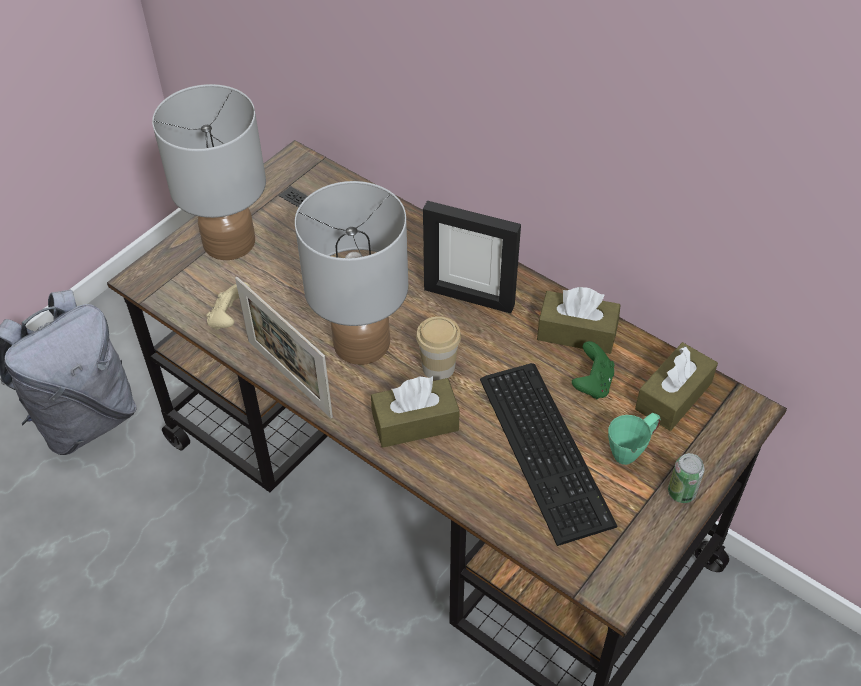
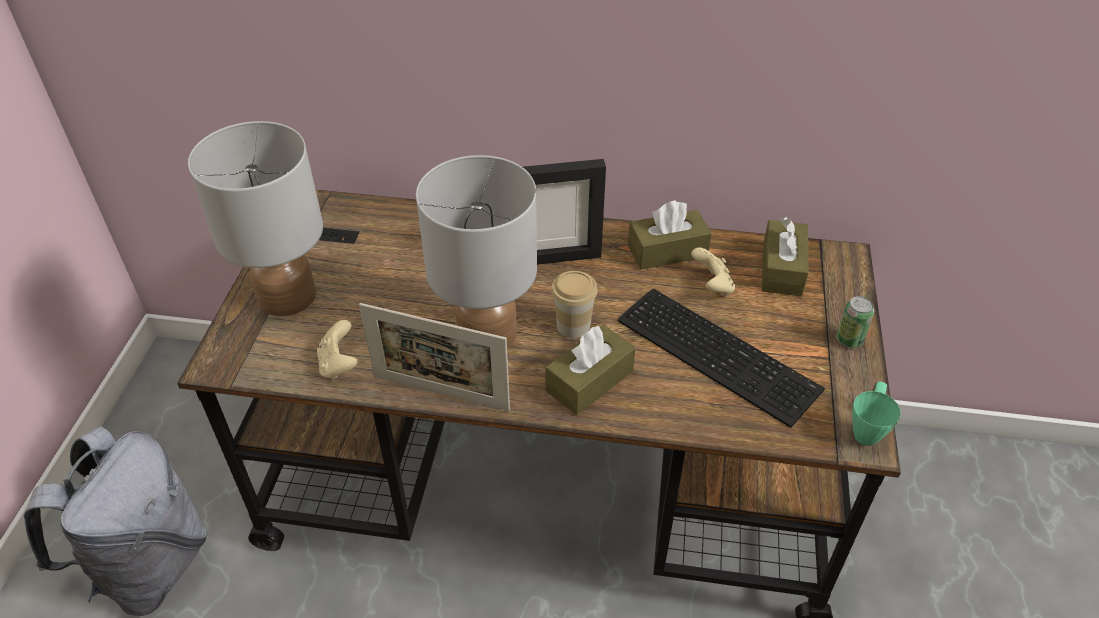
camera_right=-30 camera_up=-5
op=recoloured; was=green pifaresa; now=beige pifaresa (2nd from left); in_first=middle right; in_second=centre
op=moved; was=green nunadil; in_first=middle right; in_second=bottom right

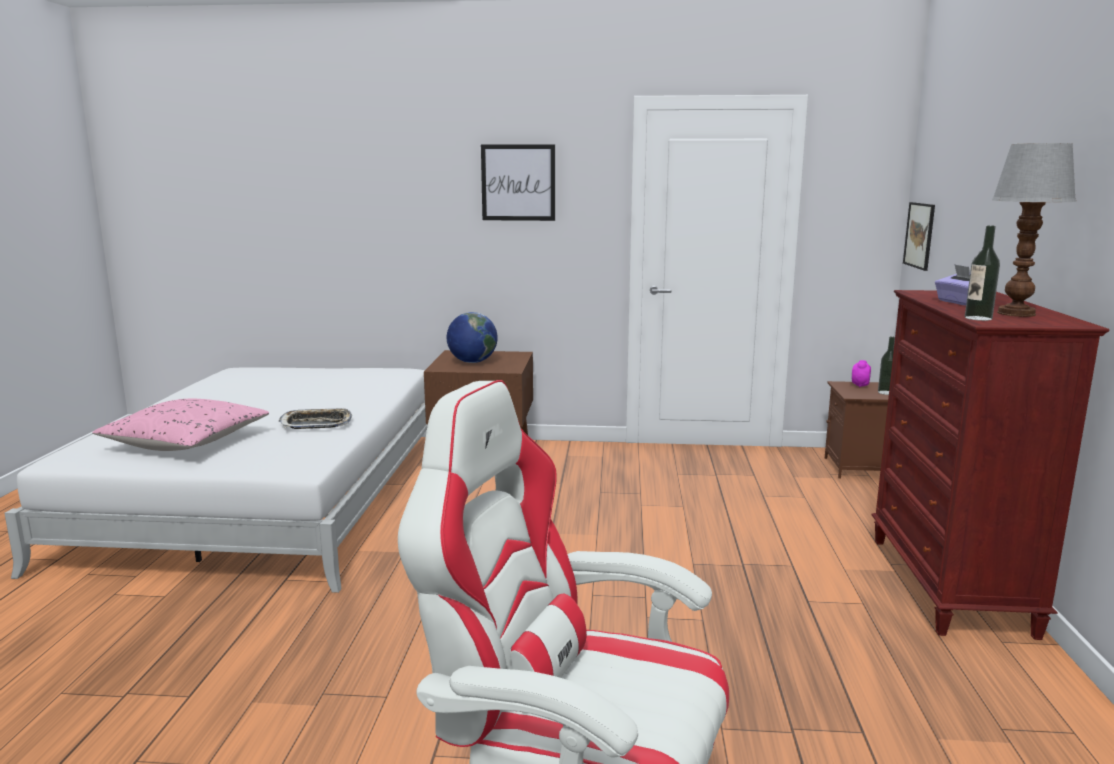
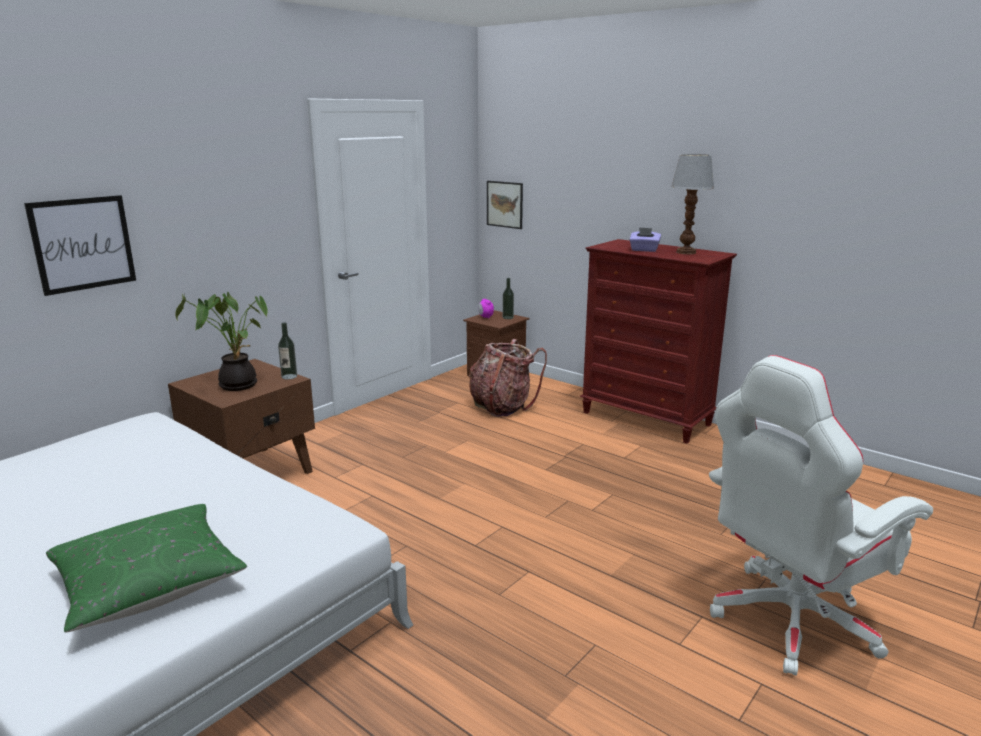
camera_right=-55 camera_up=5
op=recoloured; was=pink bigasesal; now=green bigasesal; in_first=middle left; in_second=bottom left
op=removed; was=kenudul; in_first=middle left
op=replaced; was=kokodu; now=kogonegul; in_first=centre; in_second=middle left
op=moved; was=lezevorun (1st from left); in_first=top centre; in_second=top left
op=moved; was=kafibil (2nd from left in the first image); now=kafibil (1st from left); in_first=middle right; in_second=middle left
op=added; now=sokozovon; in_second=centre

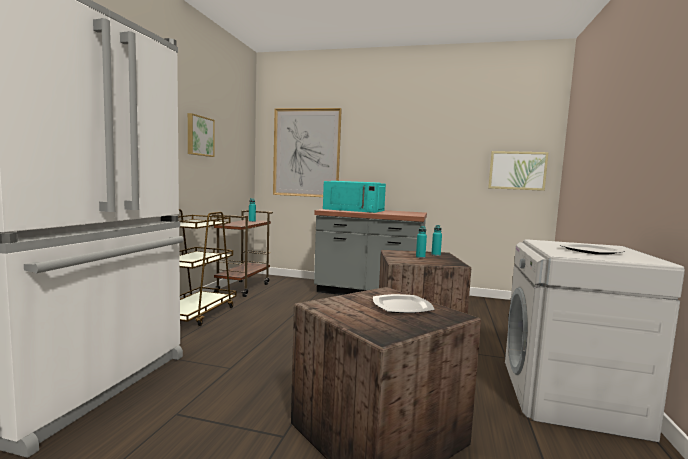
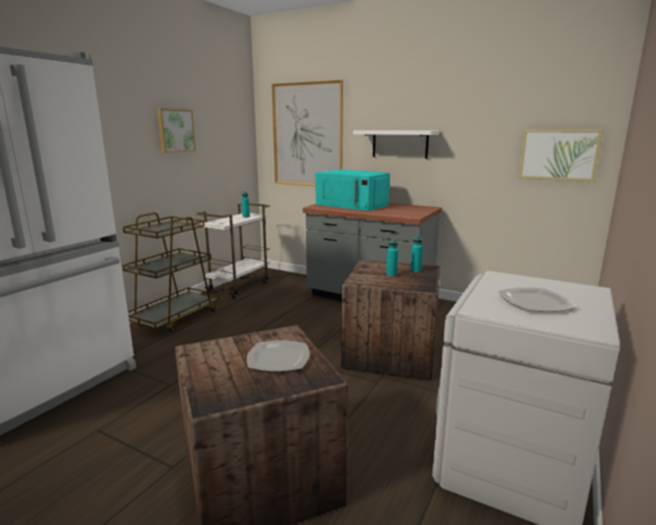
camera_right=15 camera_up=10
op=recoloured; was=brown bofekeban (2nd from left); now=white bofekeban; in_first=centre; in_second=centre
op=added; now=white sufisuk; in_second=top centre

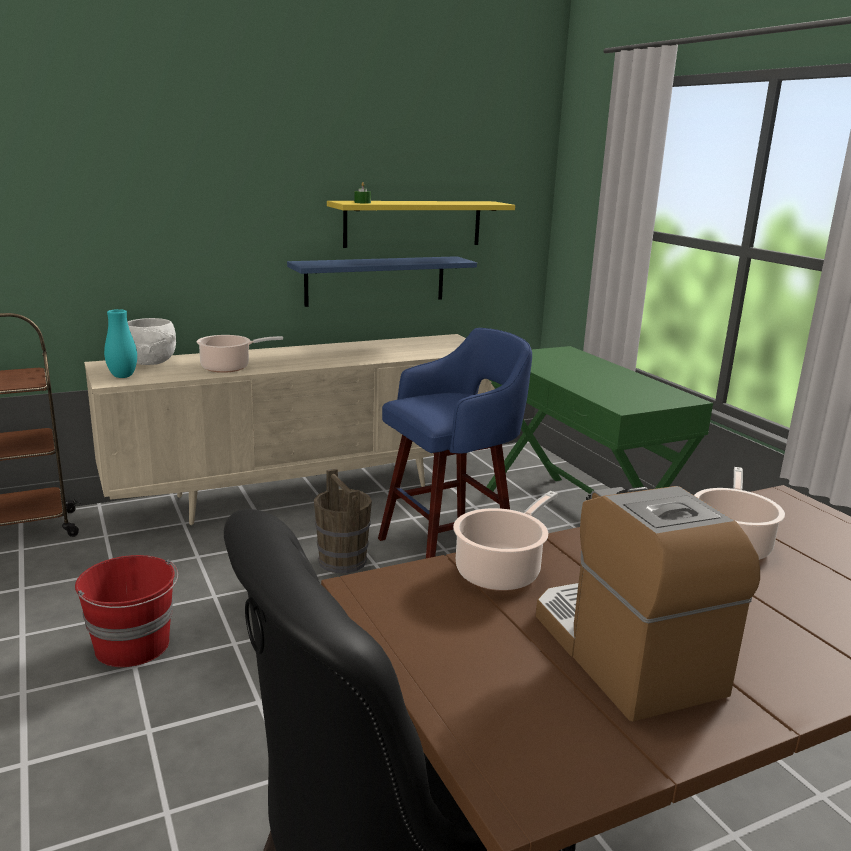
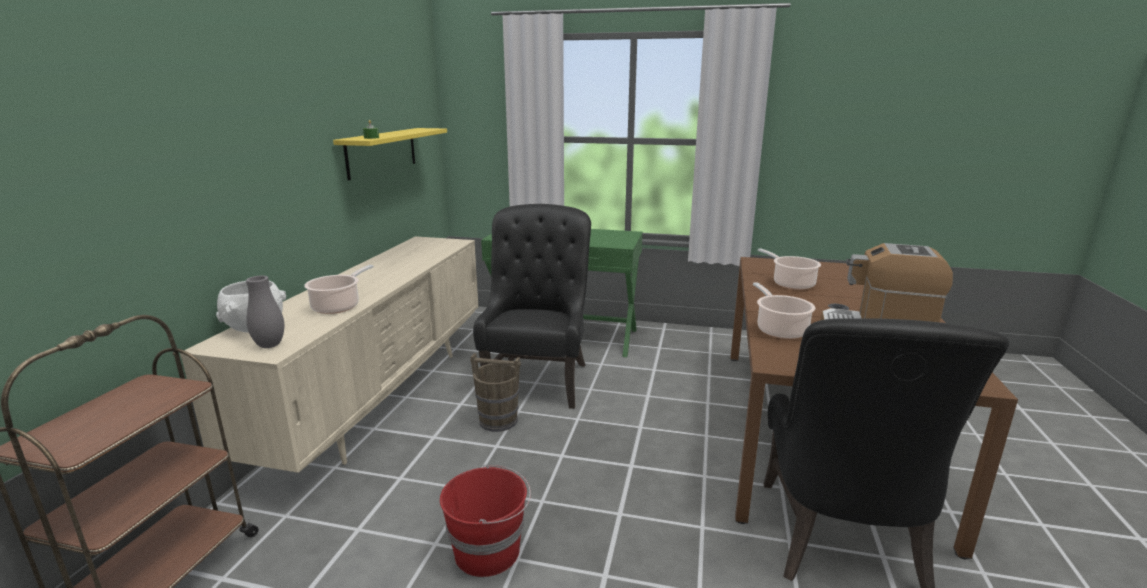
camera_right=-50 camera_up=0
op=recoloured; was=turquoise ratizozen; now=grey ratizozen; in_first=middle left; in_second=middle left
op=removed; was=blue sufisuk; in_first=top centre
op=replaced; was=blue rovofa; now=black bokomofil (1st from left); in_first=centre; in_second=centre

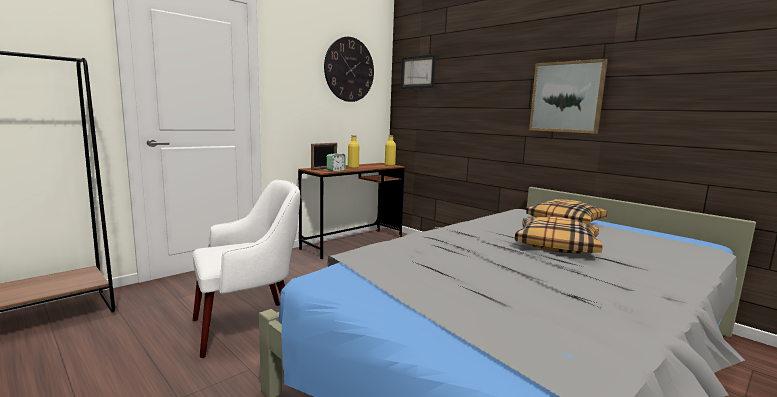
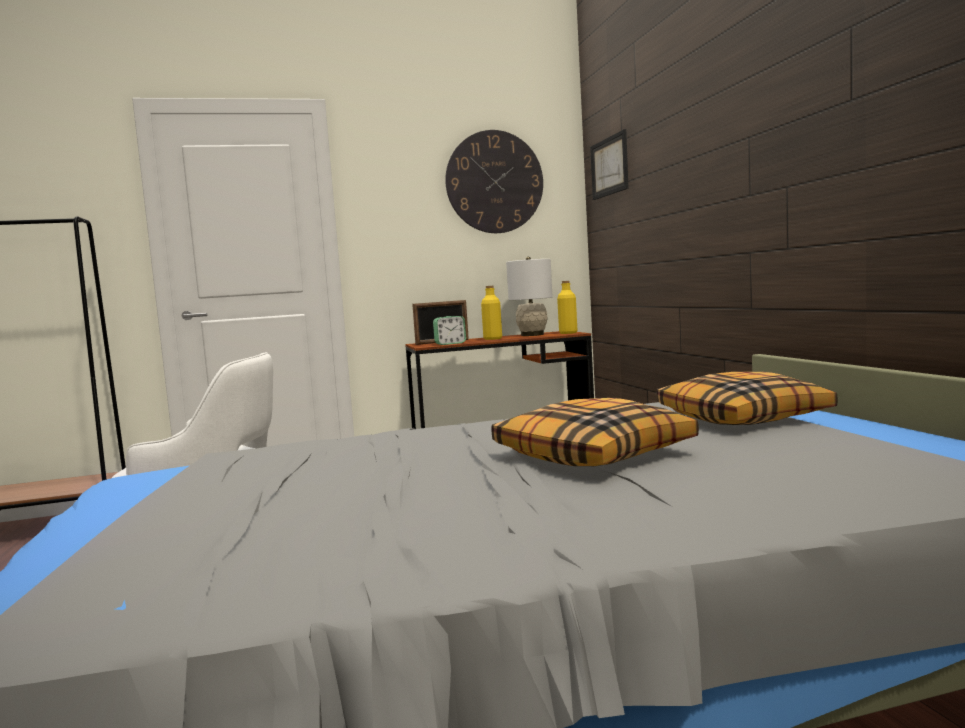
camera_right=30 camera_up=-5
op=removed; was=lezevorun (2nd from left); in_first=top right
op=added; now=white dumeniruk; in_second=centre

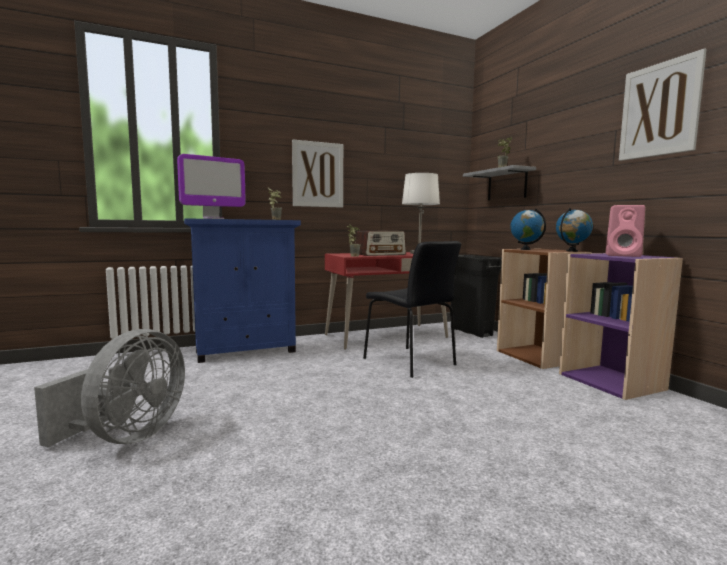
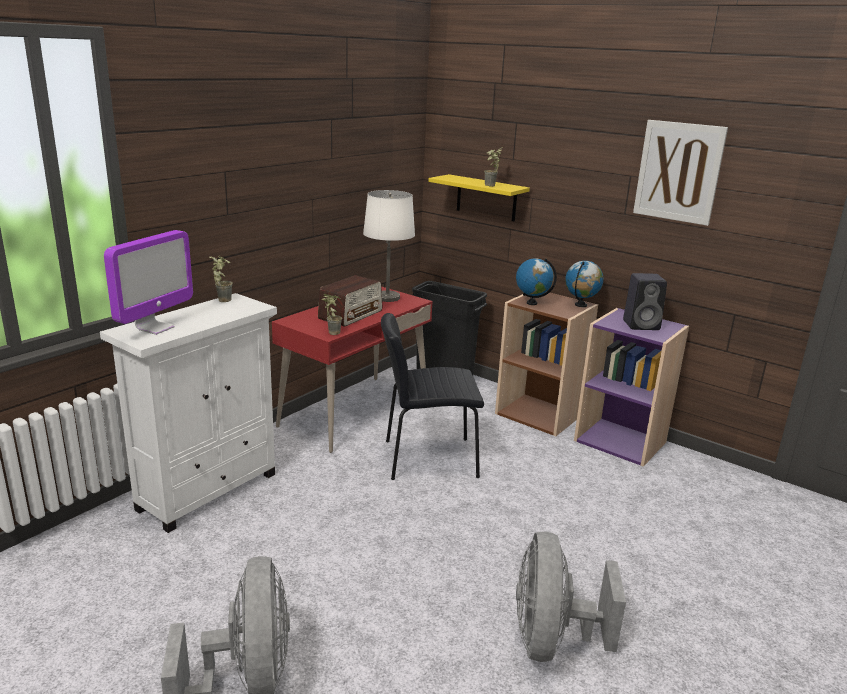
camera_right=-30 camera_up=15
op=recoloured; was=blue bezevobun; now=white bezevobun; in_first=middle left; in_second=middle left
op=removed; was=lezevorun (1st from left); in_first=top centre
op=turned; was=black bokomofil; in_first=centre; in_second=centre; clockwise=150
op=recoloured; was=grey sufisuk; now=yellow sufisuk; in_first=top right; in_second=top centre
op=recoloured; was=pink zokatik; now=black zokatik; in_first=middle right; in_second=middle right
op=added; now=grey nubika (2nd from left); in_second=bottom right

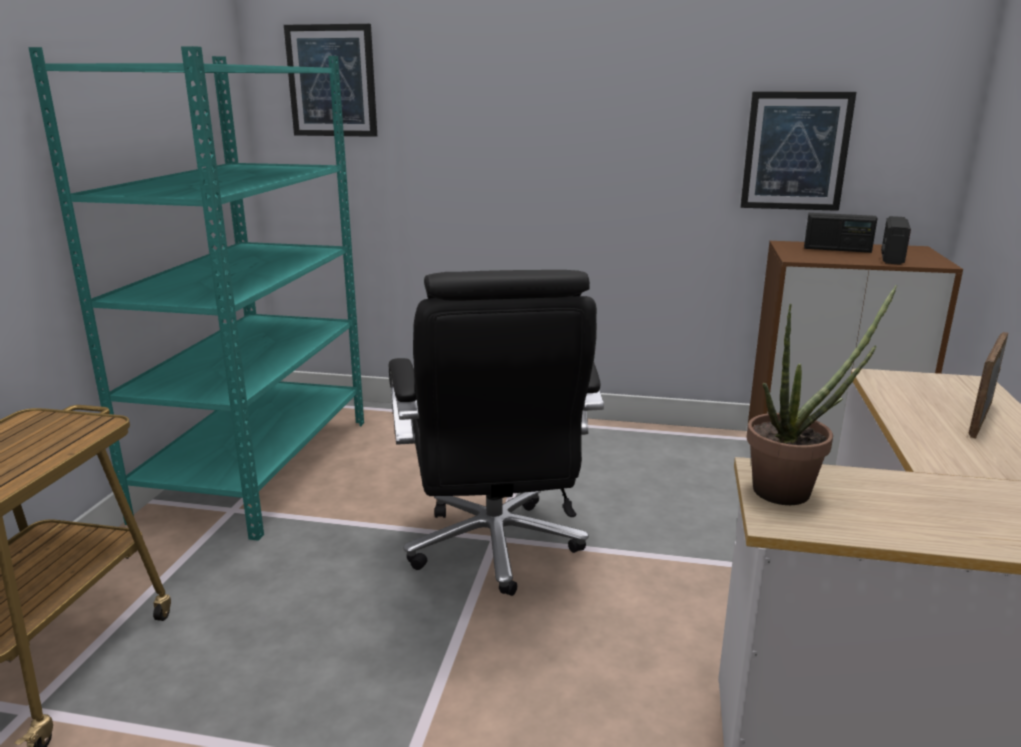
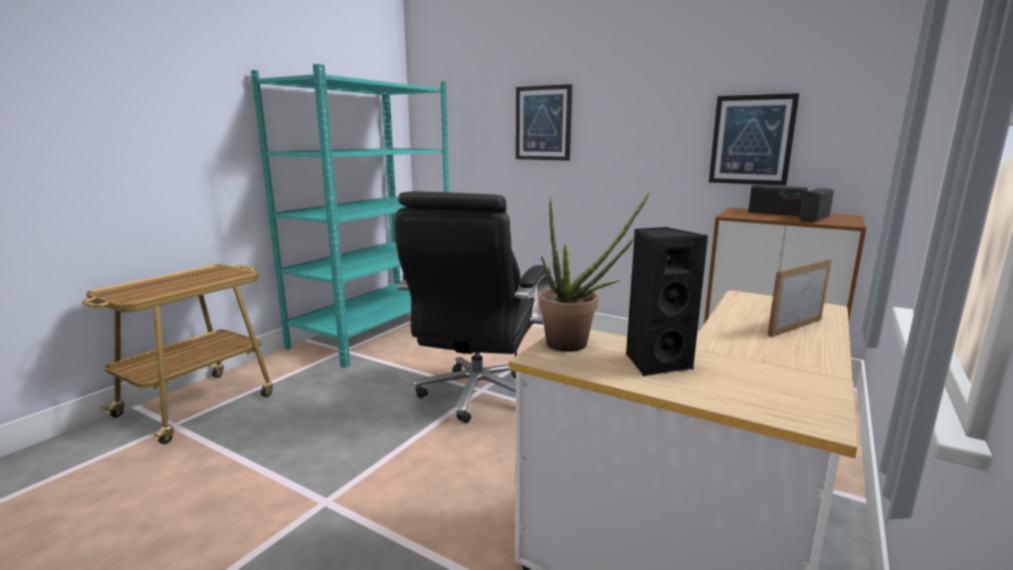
camera_right=20 camera_up=-5
op=moved; was=lezevorun (1st from left); in_first=top left; in_second=top centre
op=added; now=black zokatik; in_second=centre

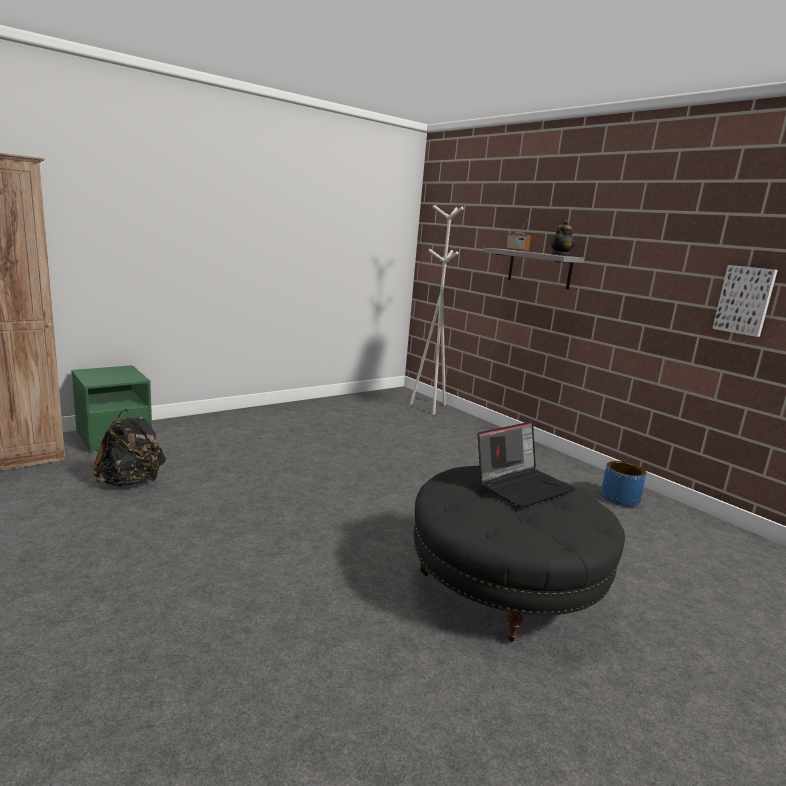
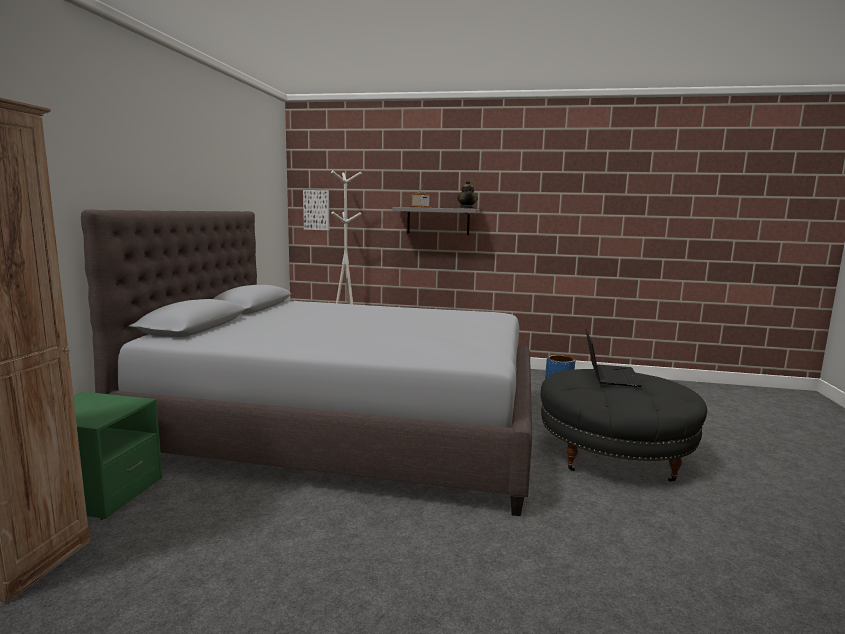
camera_right=-40 camera_up=-5
op=removed; was=black sokozovon; in_first=middle left
op=moved; was=lezevorun; in_first=middle right; in_second=top centre
op=added; now=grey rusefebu; in_second=centre

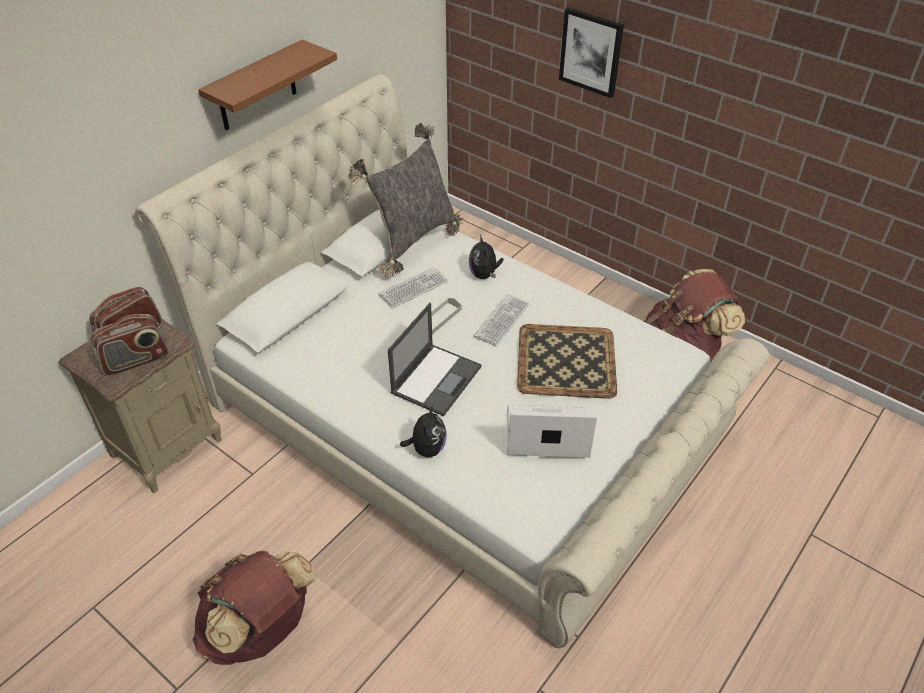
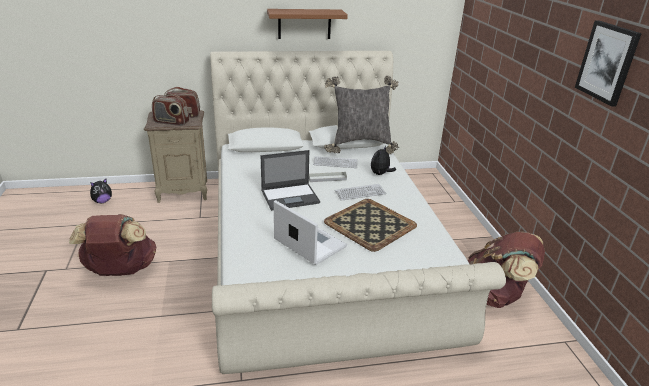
camera_right=40 camera_up=-15
op=moved; was=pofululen (1st from left); in_first=centre; in_second=middle left
op=moved; was=lezevorun; in_first=top centre; in_second=top right

